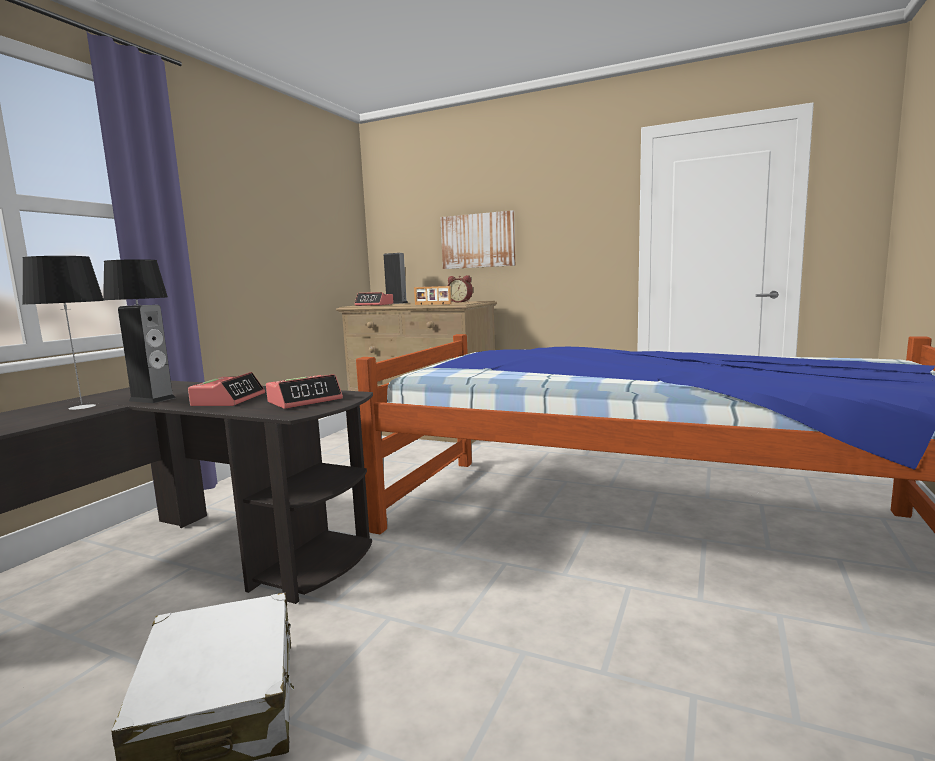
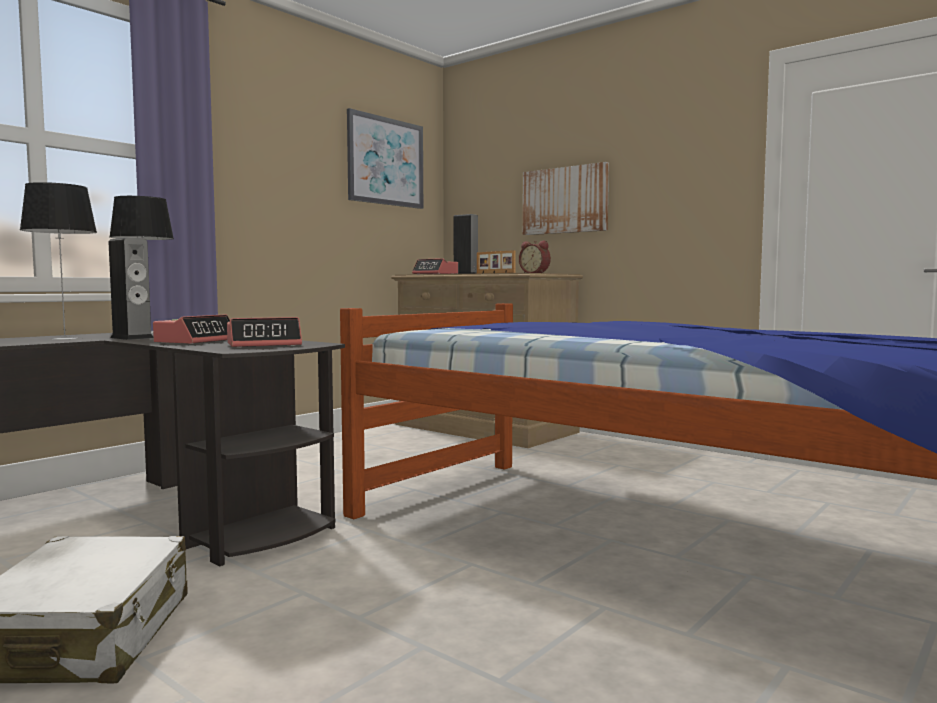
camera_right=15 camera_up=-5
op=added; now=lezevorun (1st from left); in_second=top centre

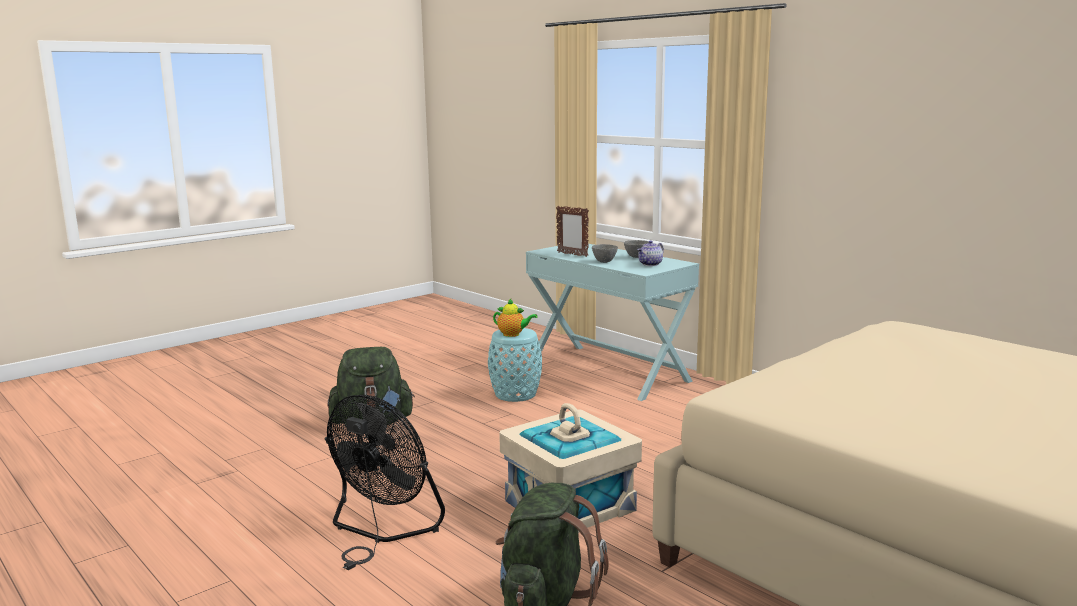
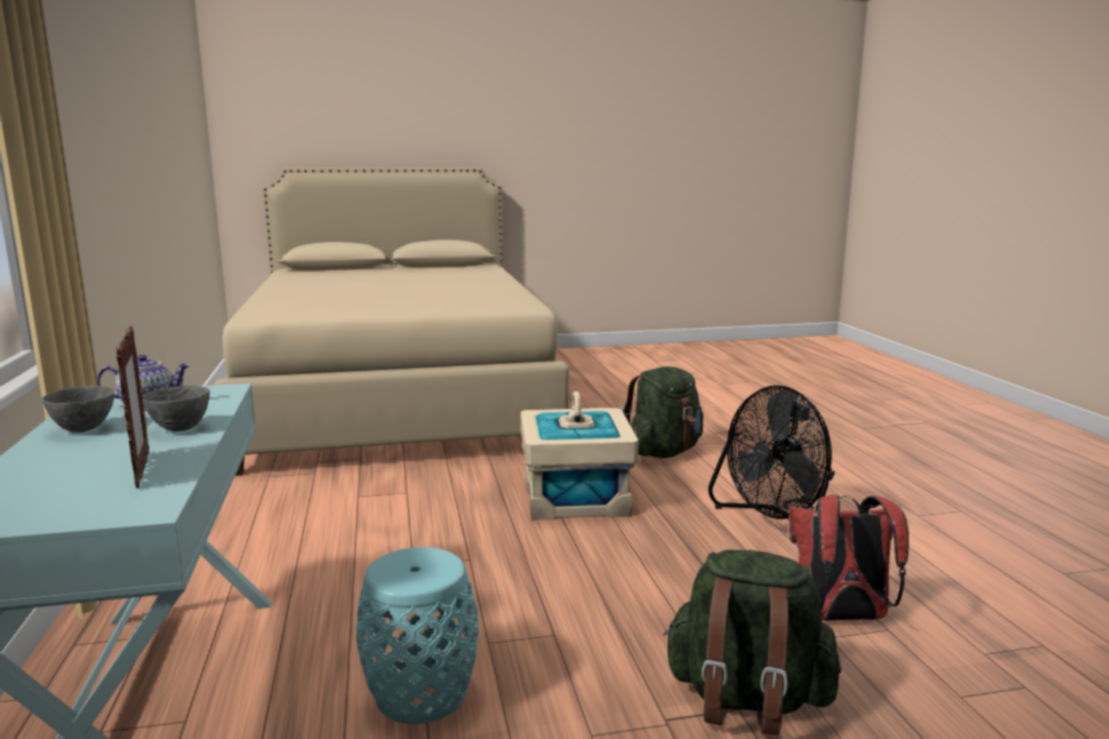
camera_right=-150 camera_up=0
op=removed; was=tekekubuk (1st from left); in_first=centre
op=added; now=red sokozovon; in_second=bottom right

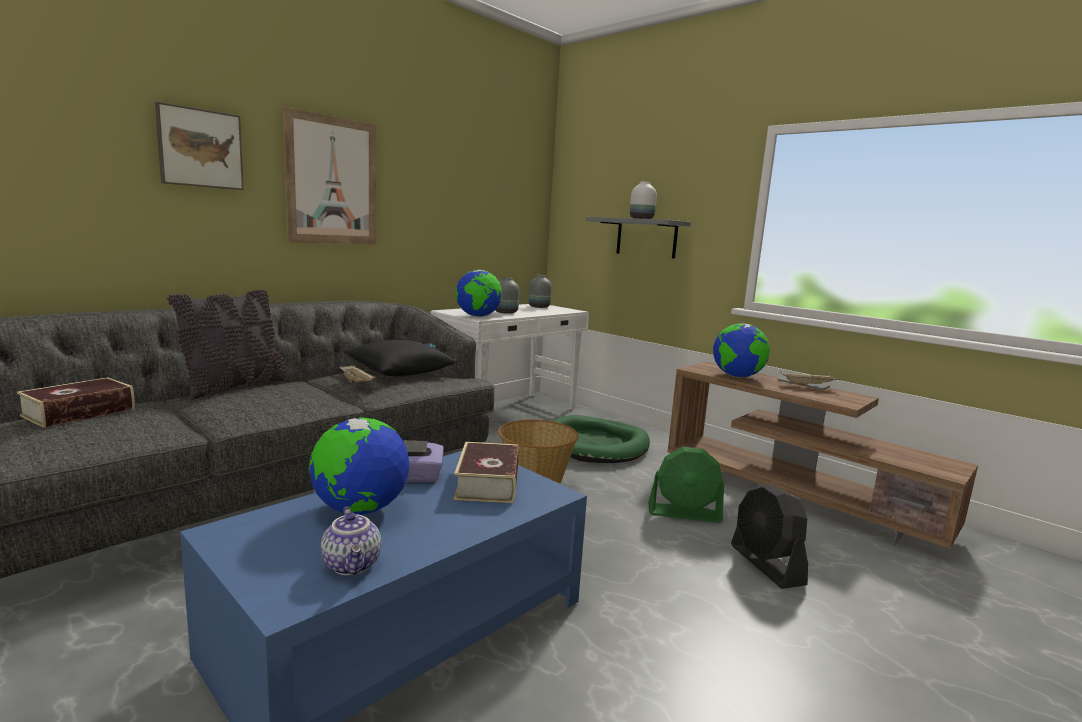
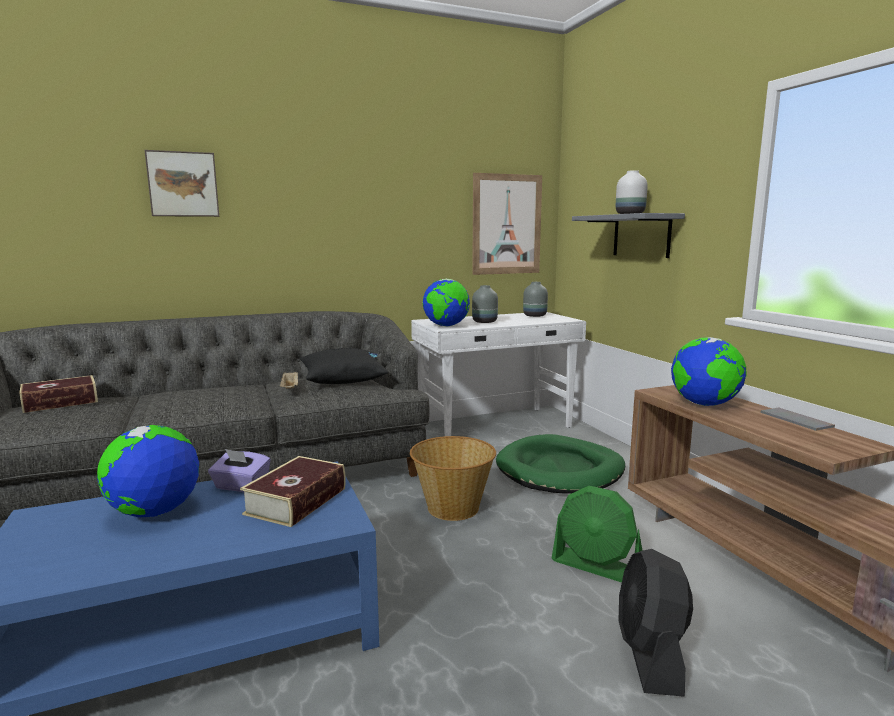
camera_right=25 camera_up=0
op=removed; was=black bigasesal (1st from left); in_first=middle left
op=moved; was=lezevorun (2nd from left); in_first=top left; in_second=top centre
op=removed; was=tekekubuk; in_first=bottom left
op=removed; was=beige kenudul (2nd from left); in_first=middle right

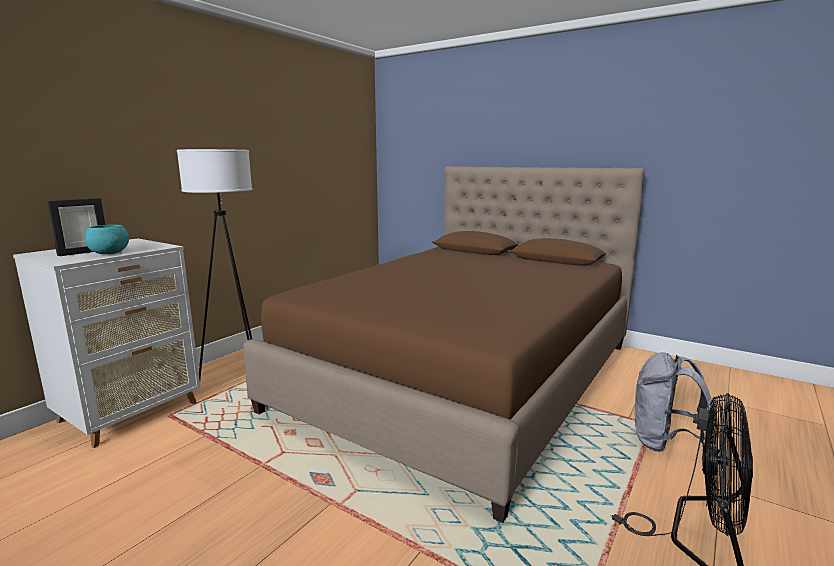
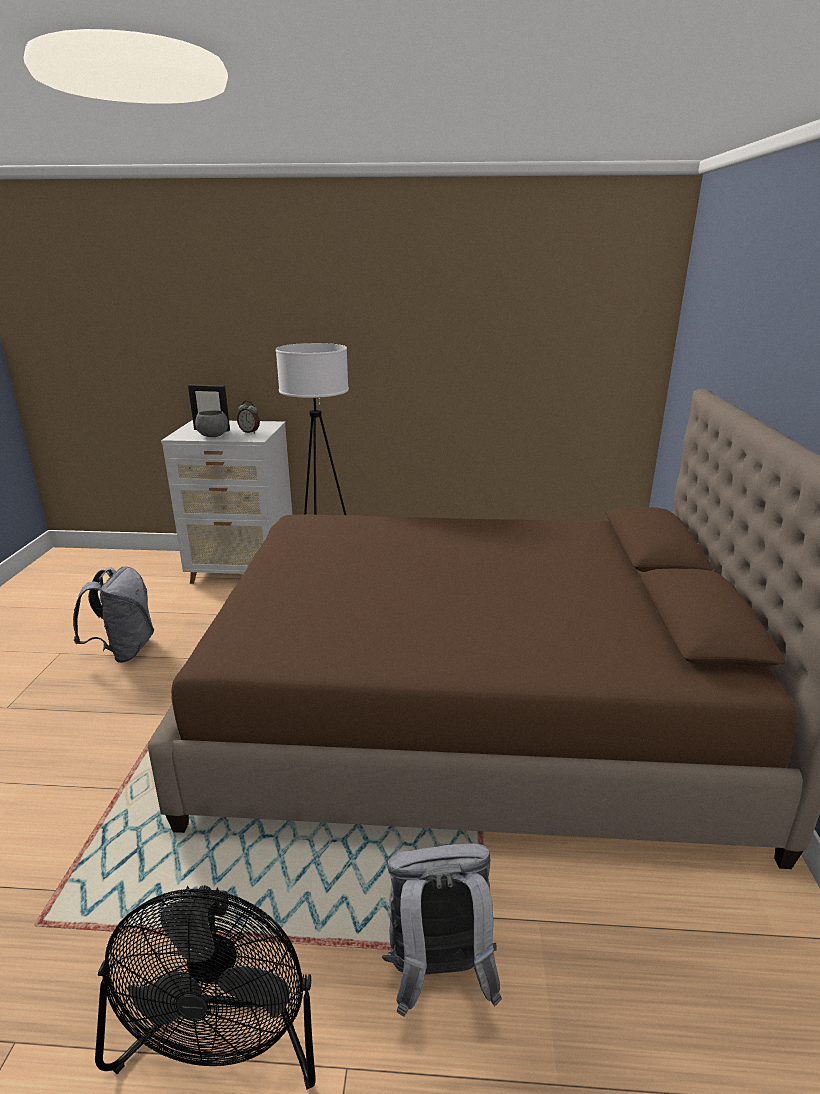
camera_right=60 camera_up=10
op=recoloured; was=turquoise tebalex; now=grey tebalex; in_first=middle left; in_second=middle left
op=added; now=grey sokozovon (1st from left); in_second=middle left
op=added; now=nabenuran; in_second=middle left

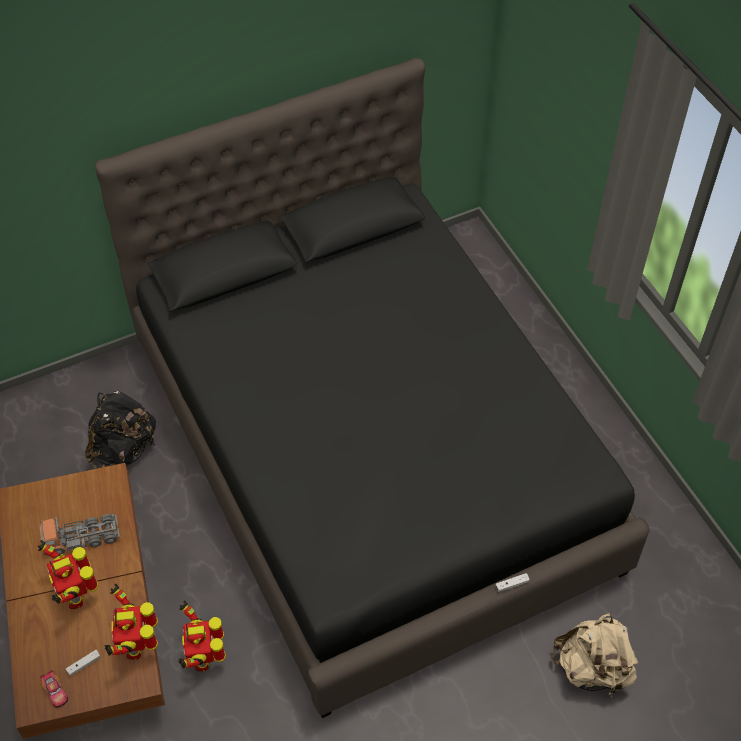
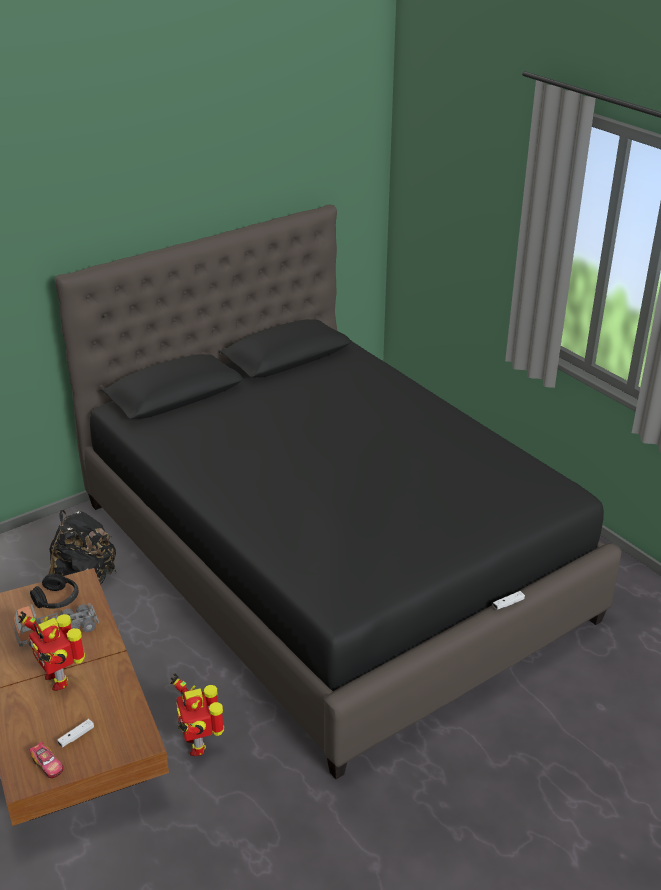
camera_right=-10 camera_up=-20
op=removed; was=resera (2nd from left); in_first=bottom left
op=removed; was=beige sokozovon; in_first=bottom right
op=added; now=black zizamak; in_second=middle left

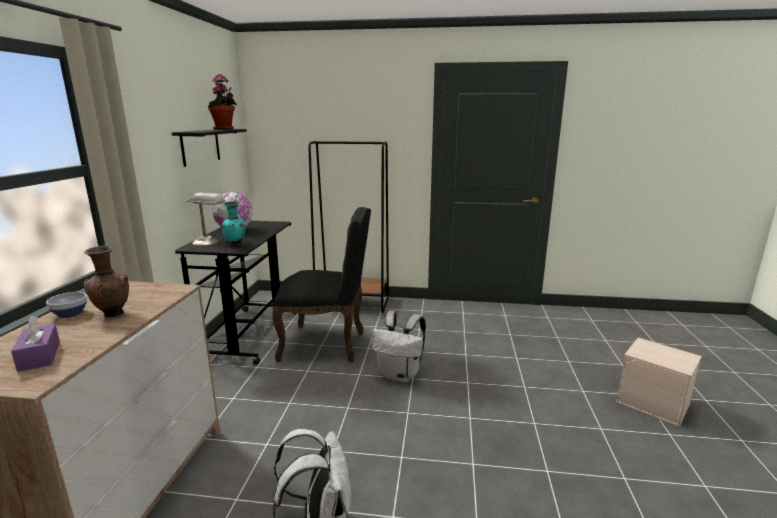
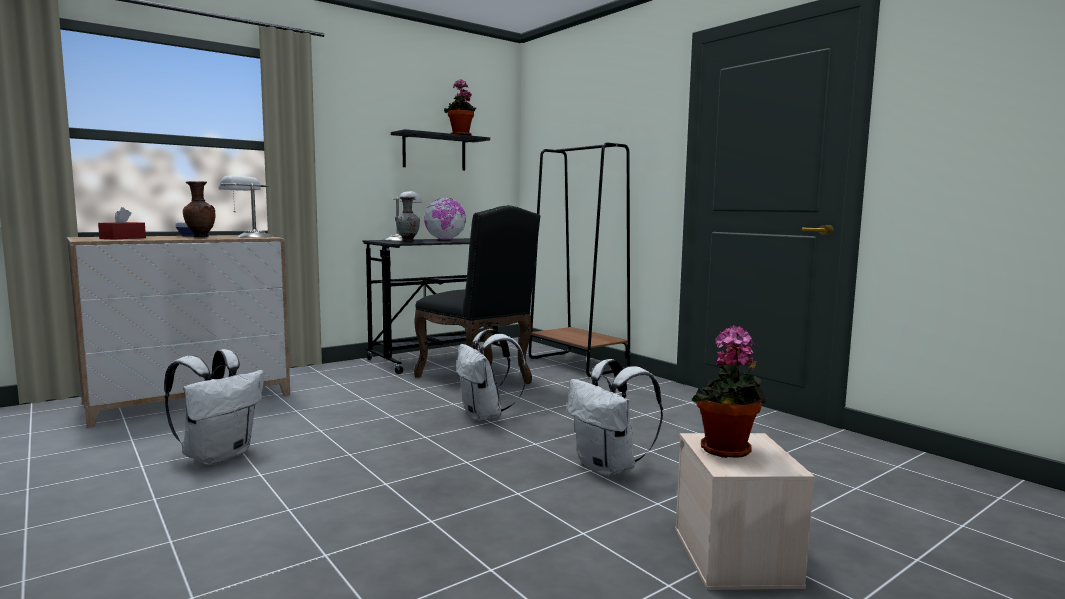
camera_right=45 camera_up=-10
op=recoloured; was=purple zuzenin; now=red zuzenin; in_first=middle left; in_second=middle left
op=recoloured; was=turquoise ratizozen; now=grey ratizozen; in_first=middle left; in_second=centre
op=added; now=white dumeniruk (1st from left); in_second=middle left
op=added; now=white sokozovon (3rd from left); in_second=bottom centre
op=added; now=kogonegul (2nd from left); in_second=middle right

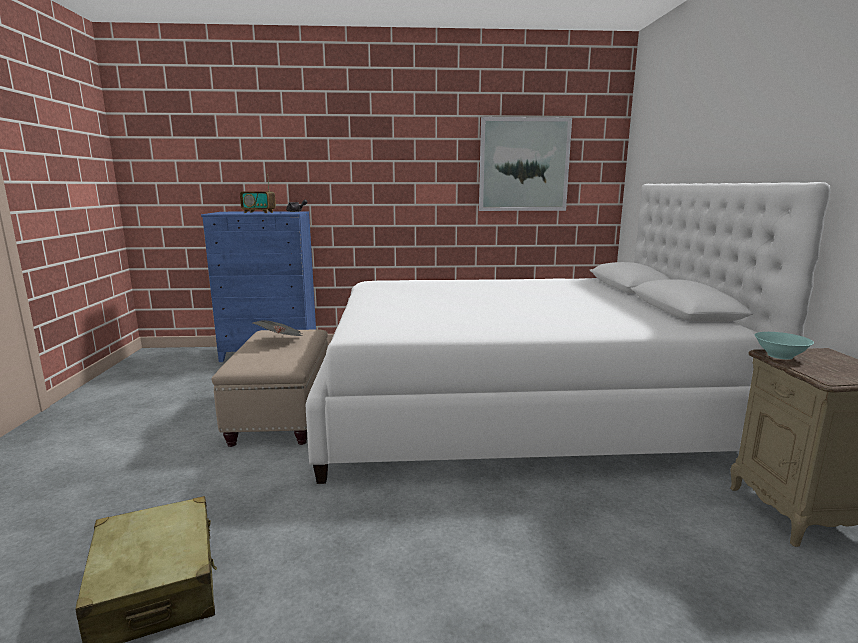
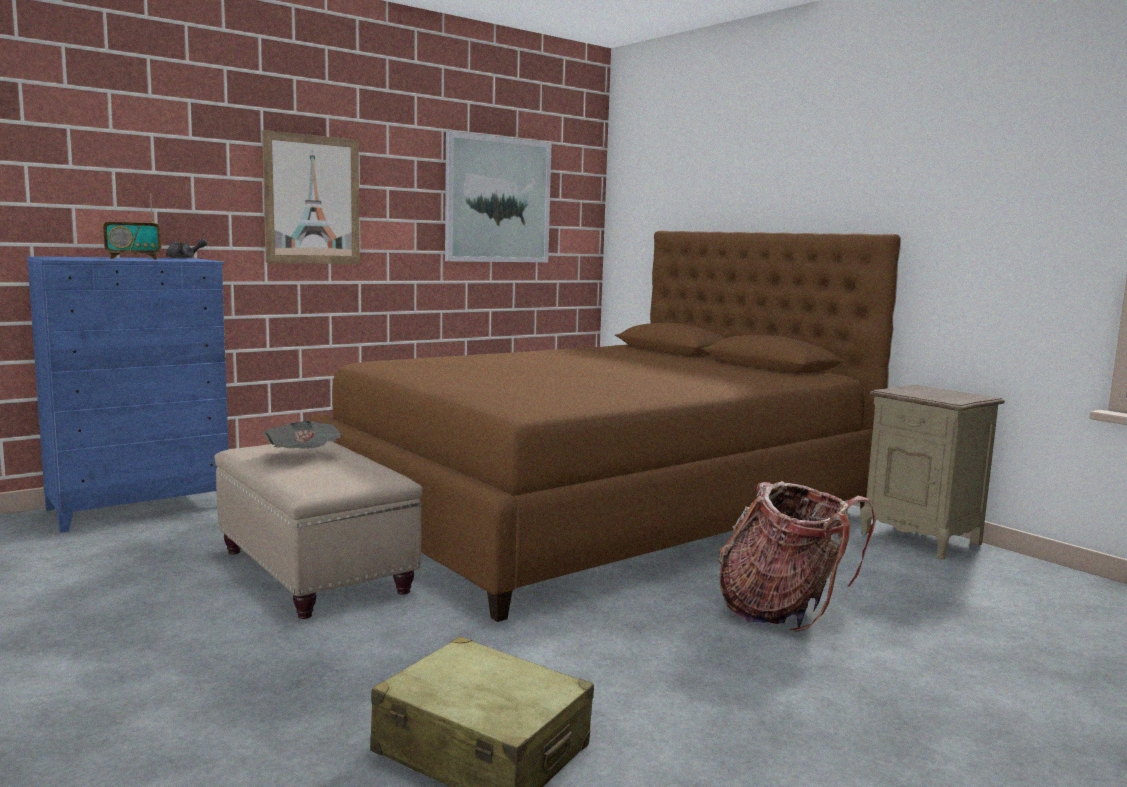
camera_right=-35 camera_up=-5
op=recoloured; was=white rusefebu; now=brown rusefebu; in_first=centre; in_second=centre
op=removed; was=turquoise tebalex; in_first=middle right
op=added; now=lezevorun (1st from left); in_second=top left
op=added; now=sokozovon; in_second=bottom right

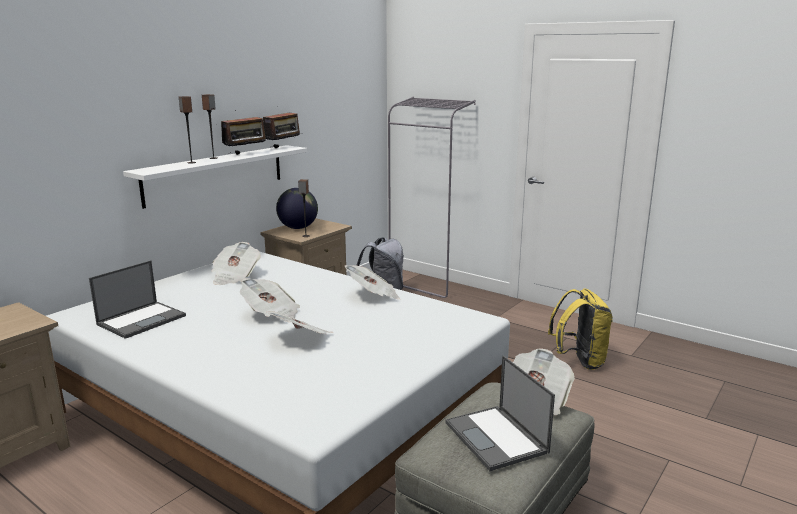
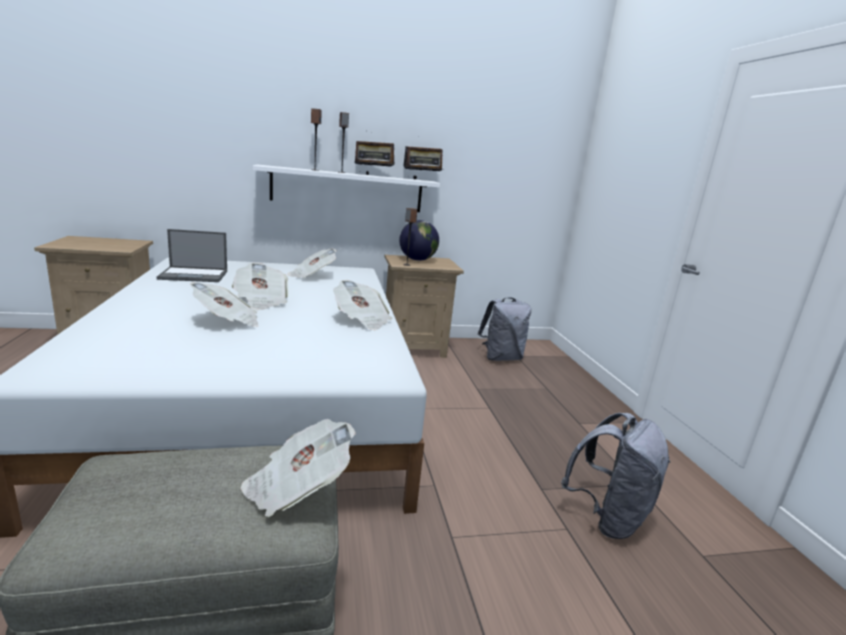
camera_right=40 camera_up=0
op=removed; was=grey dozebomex; in_first=centre
op=removed; was=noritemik (2nd from left); in_first=bottom centre
op=recoloured; was=yellow sokozovon; now=grey sokozovon (2nd from left); in_first=middle right; in_second=bottom right

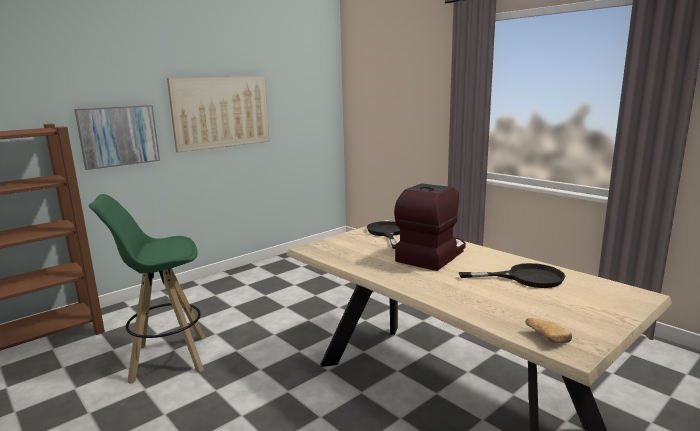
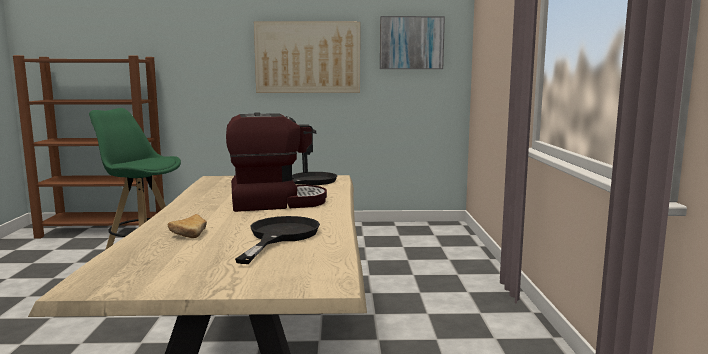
camera_right=40 camera_up=-5
op=moved; was=lezevorun (1st from left in the first image); now=lezevorun (2nd from left); in_first=top left; in_second=top centre
op=turned; was=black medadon (2nd from left in the first image); in_first=middle right; in_second=bottom centre; clockwise=-120
op=moved; was=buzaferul; in_first=bottom right; in_second=middle left

